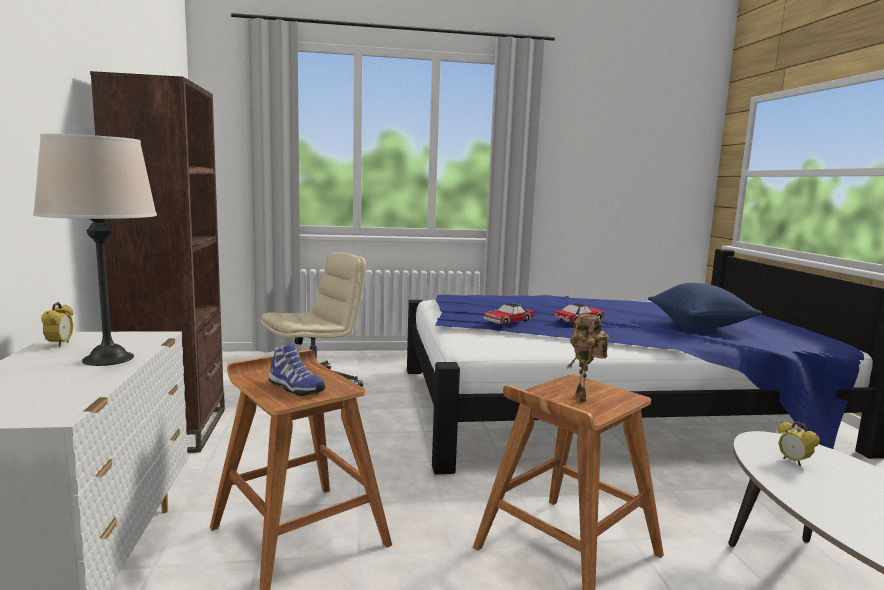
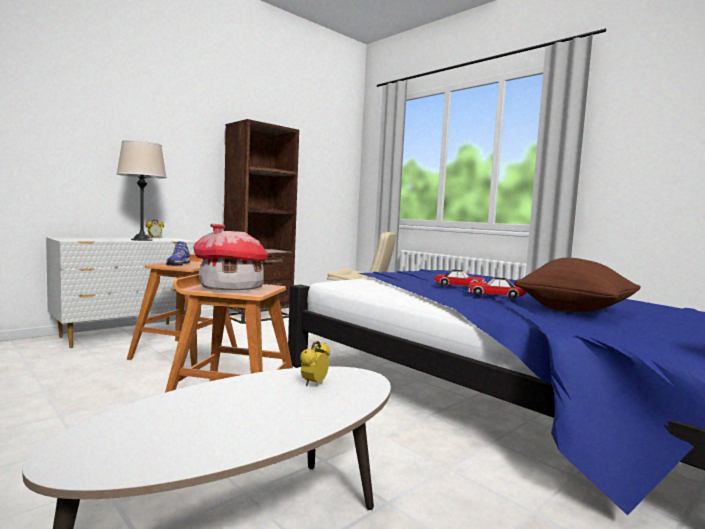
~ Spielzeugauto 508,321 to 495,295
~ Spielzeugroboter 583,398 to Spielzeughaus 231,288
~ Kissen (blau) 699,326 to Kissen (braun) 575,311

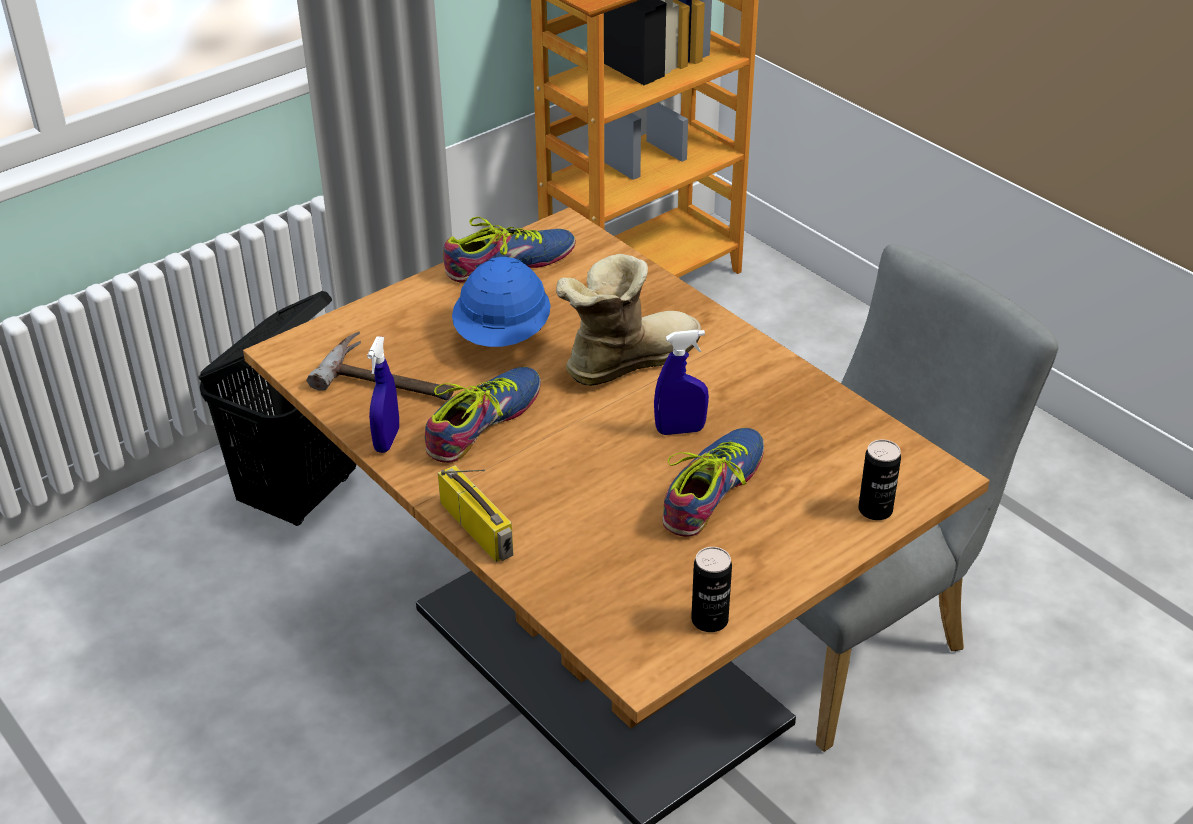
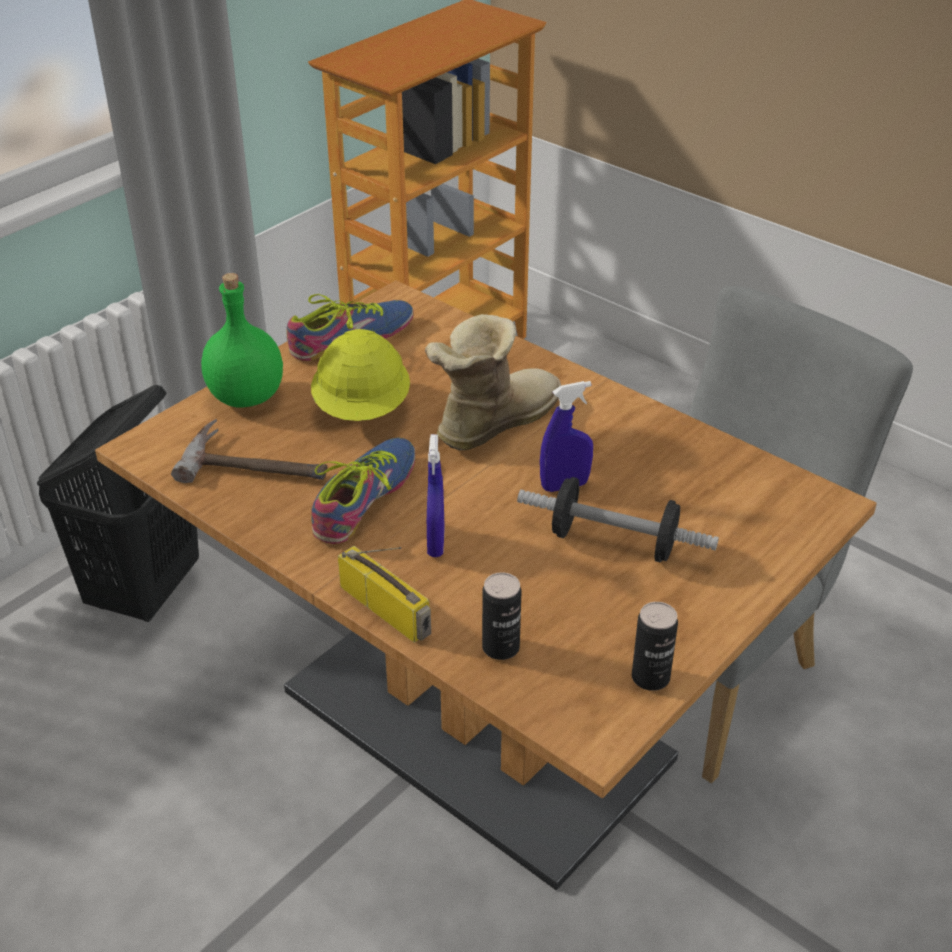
+ Flasche (grün) 246,397
~ Sprühflasche (blau) 387,440 to 436,543
~ Dose 875,510 to 500,647
~ Schuh 712,490 to Hantel 613,542
~ Schutzhelm (blau) 503,336 to Schutzhelm (gelb) 363,410

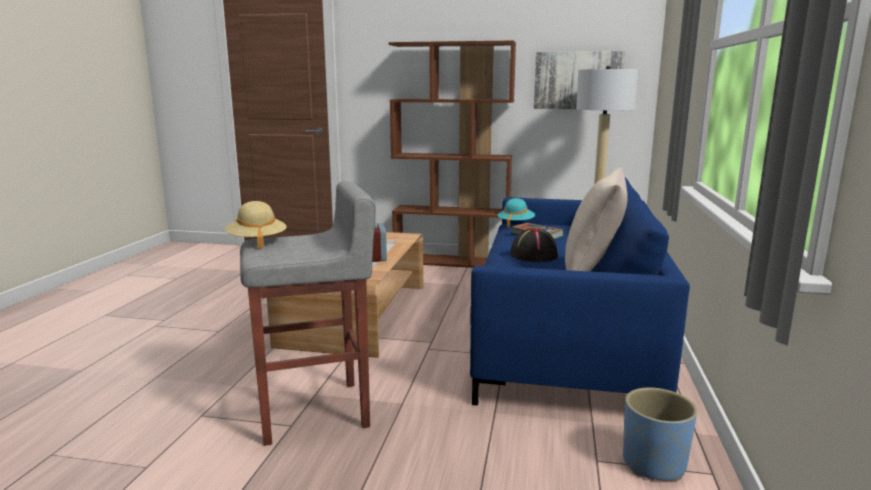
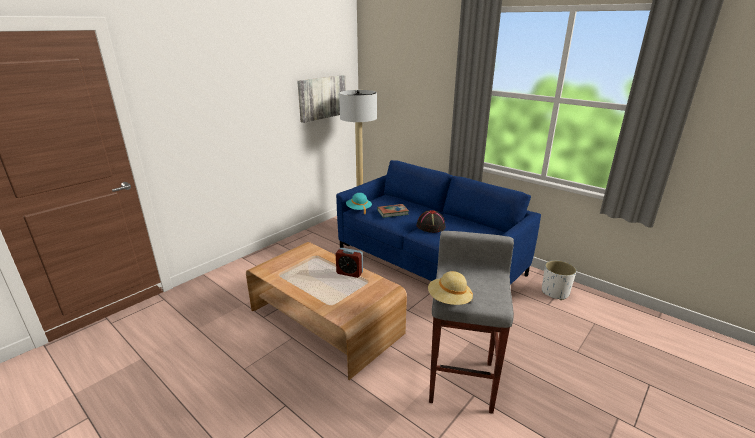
- Bücherregal (braun) 452,261
- Kissen (beige) 592,271
~ Pflanzkübel (blau) 654,464 to Pflanzkübel (weiß) 555,292

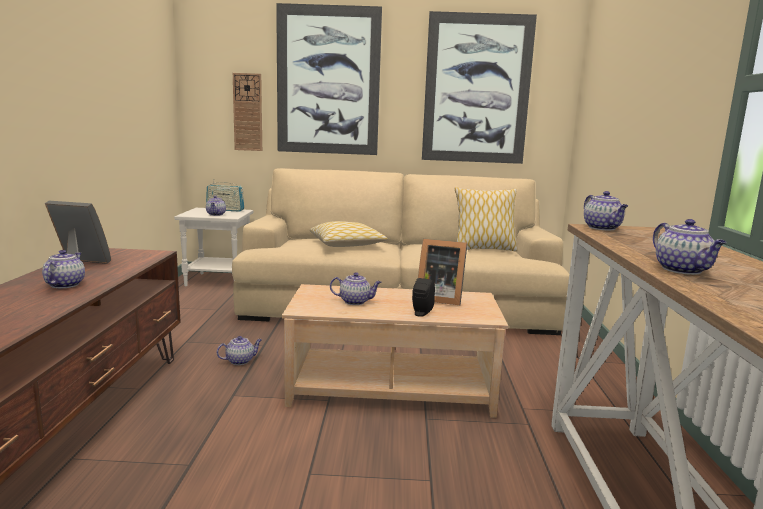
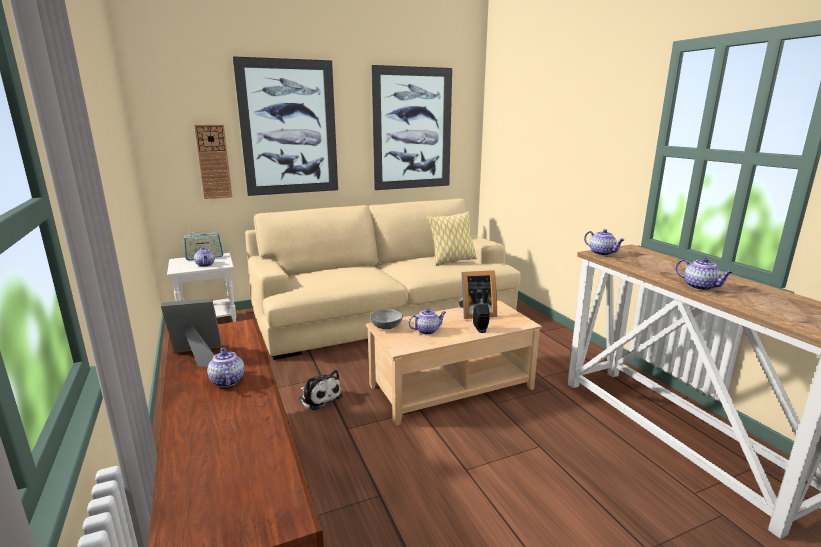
- Kissen 347,244
+ Schüssel (grau) 386,326
~ Teekanne 240,361 to Plüschtier 319,397

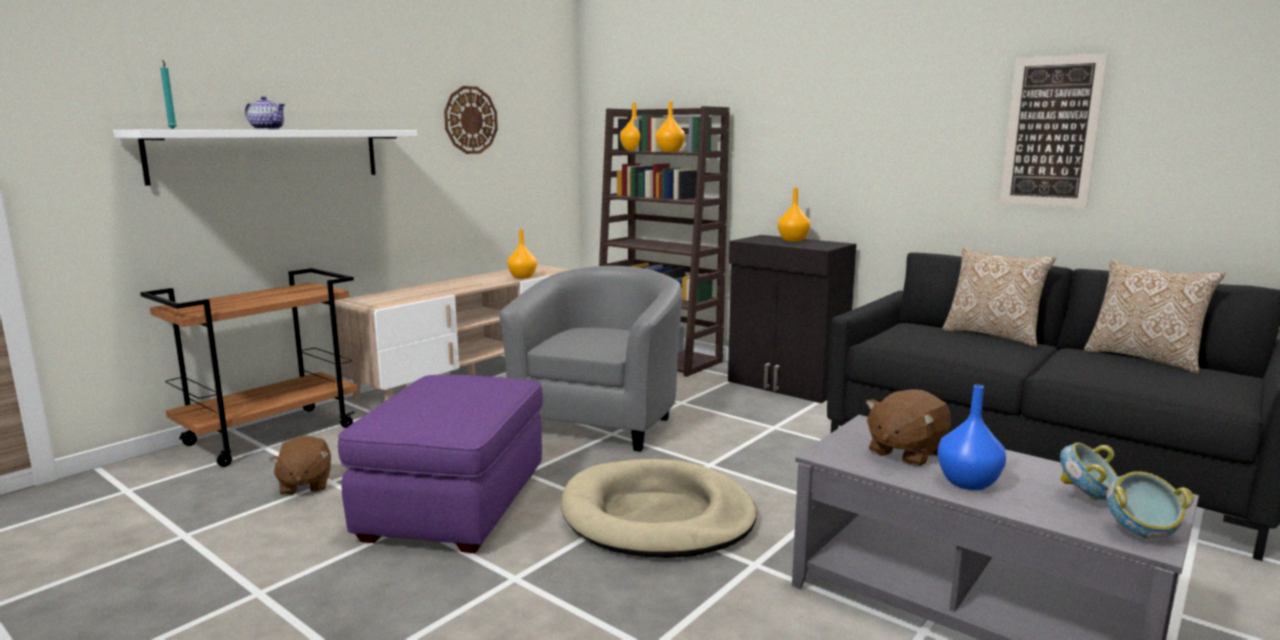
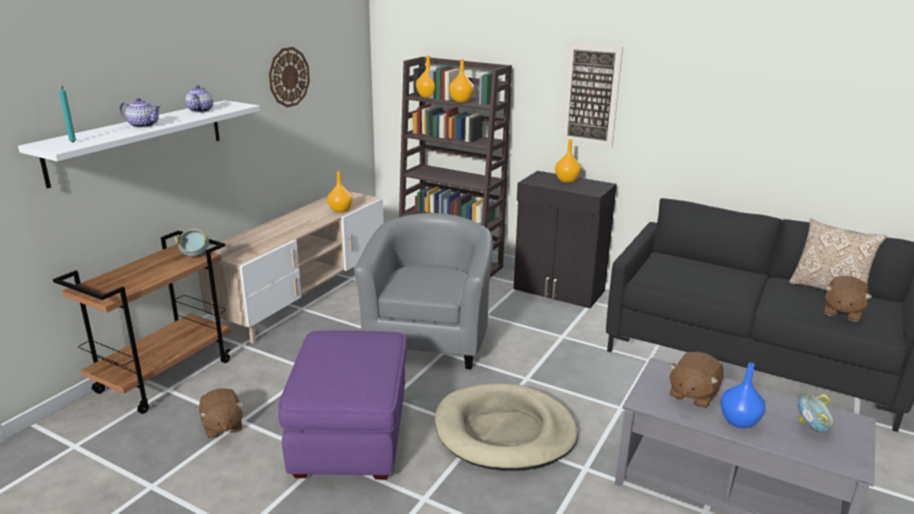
- Kissen 992,335
+ Teekanne 200,111
+ Plüschtier (braun) 841,312
~ Bild 1051,132 to 591,95
~ Schüssel 1140,533 to 194,255

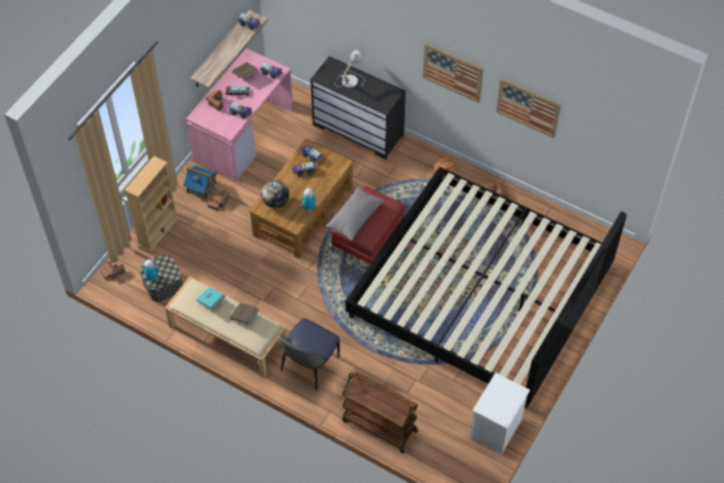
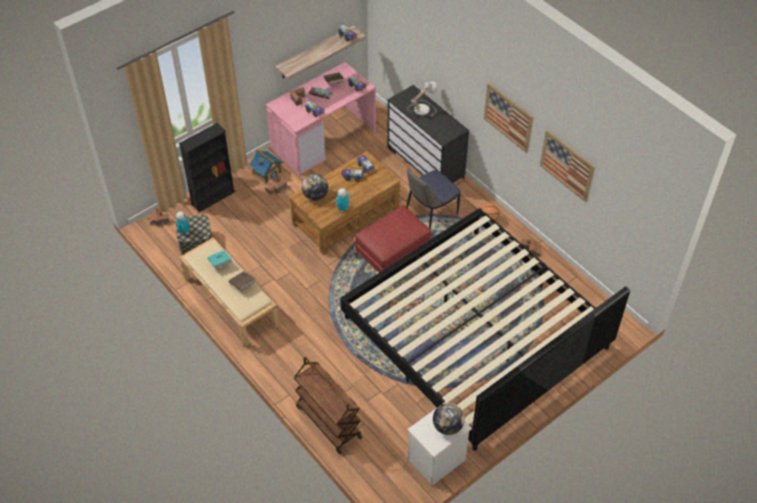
- Kissen (grau) 355,218
+ Globus 447,426
~ Stuhl 309,366 to 430,214
~ Bücherregal (beige) 158,231 to Bücherregal (schwarz) 213,197

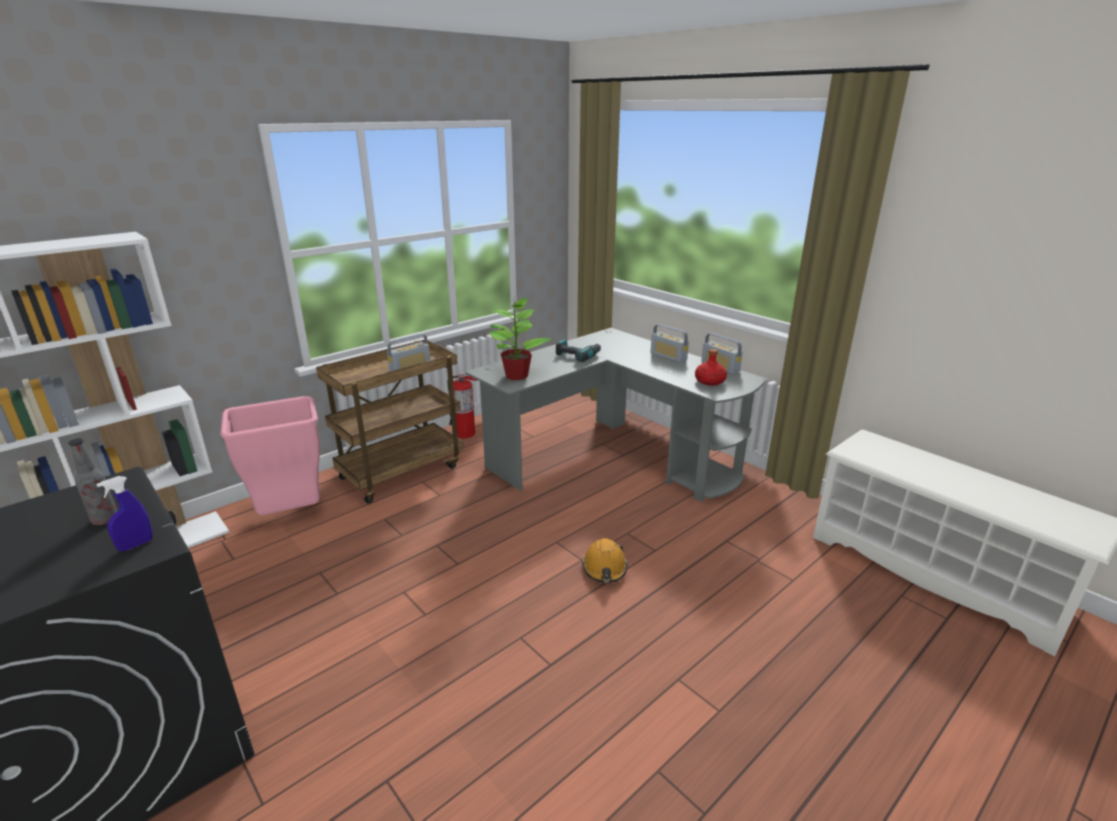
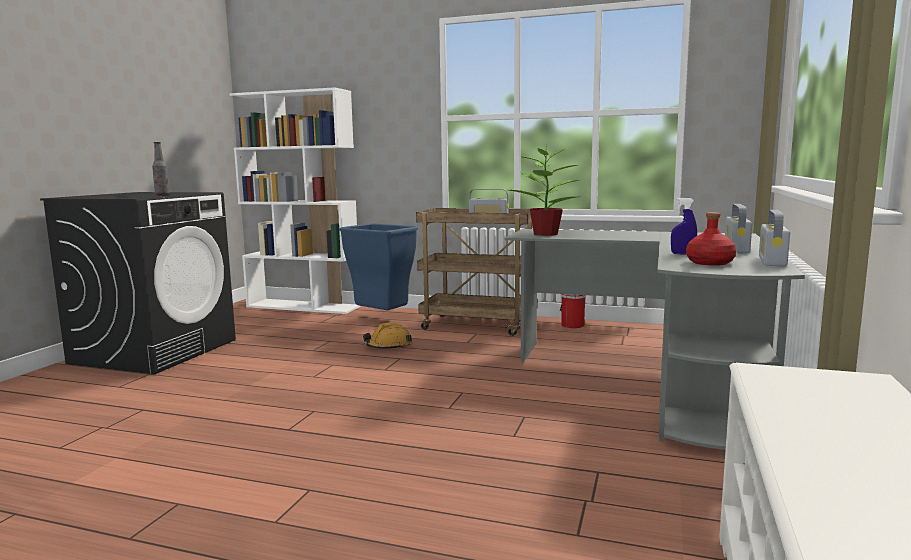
- Bohrmaschine 578,355
~ Sprühflasche (blau) 136,545 to 683,254
~ Schutzhelm (orange) 604,568 to 388,346
~ Mülleimer (rosa) 292,514 to Mülleimer (blau) 383,319

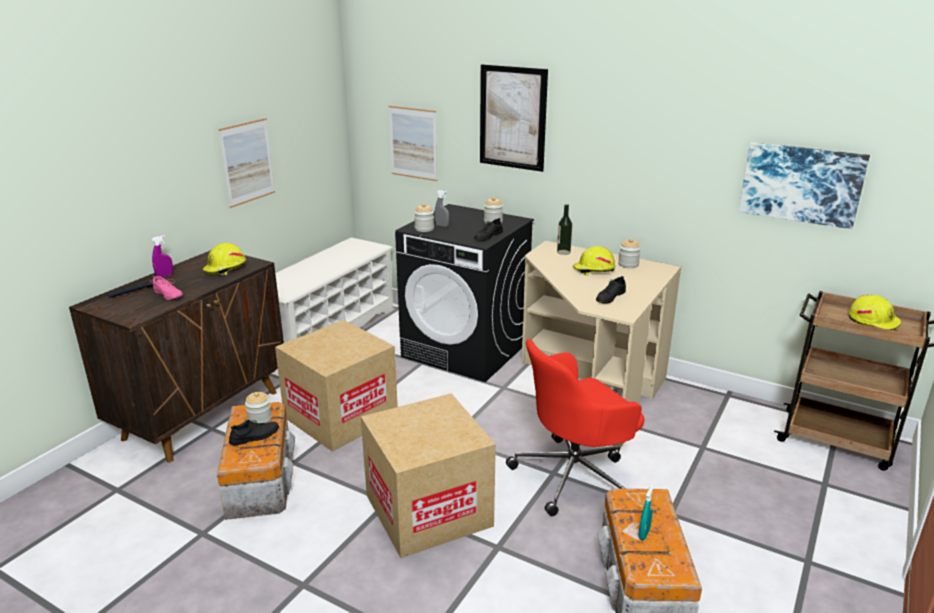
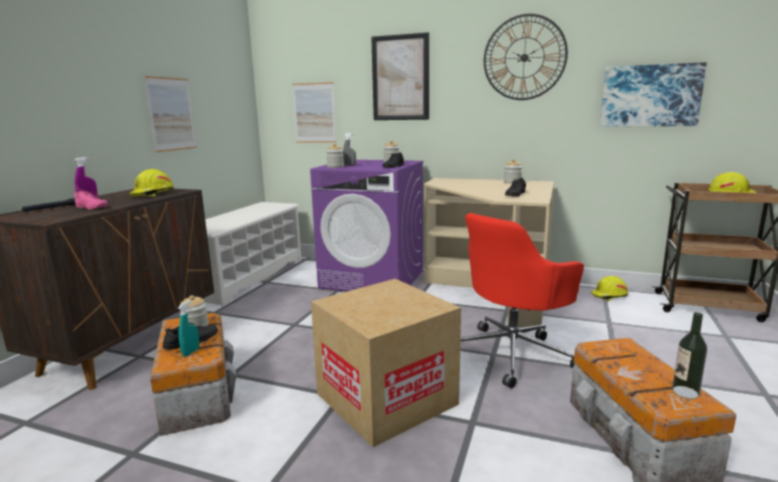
- Karton 341,417
+ Wanduhr 524,58
~ Flasche 563,252 to 685,392
~ Schutzhelm (gelb) 593,270 to 609,296
~ Sprühflasche (türkis) 644,534 to 191,352
~ Waschmaschine (schwarz) 466,350 to Waschmaschine (lila) 373,279

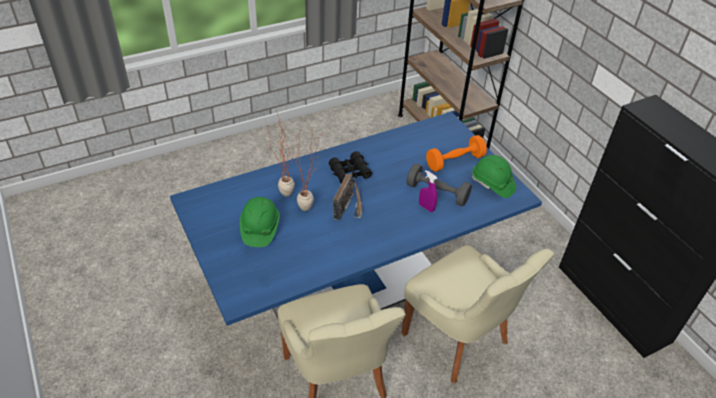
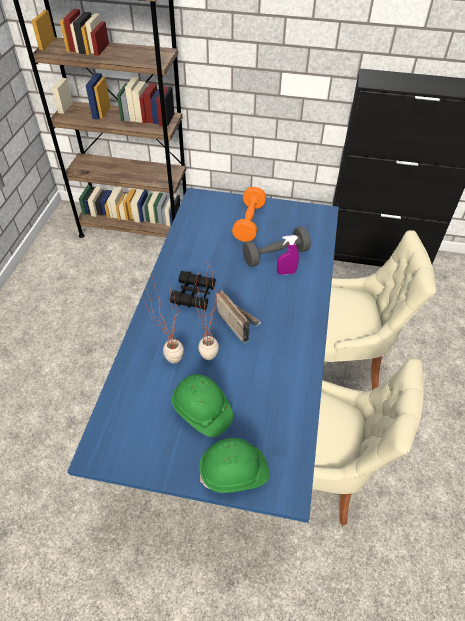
~ Schutzhelm (grün) 492,184 to 234,472

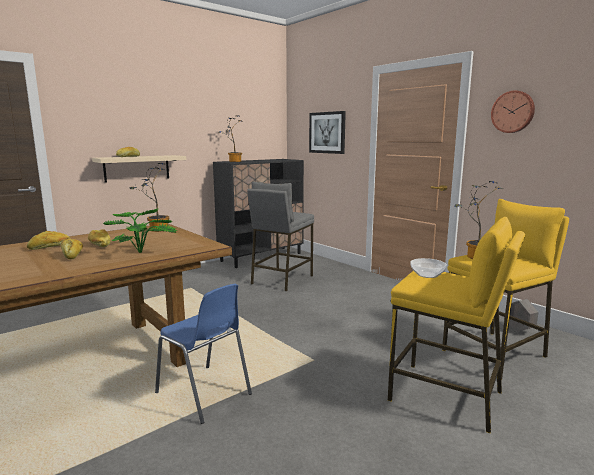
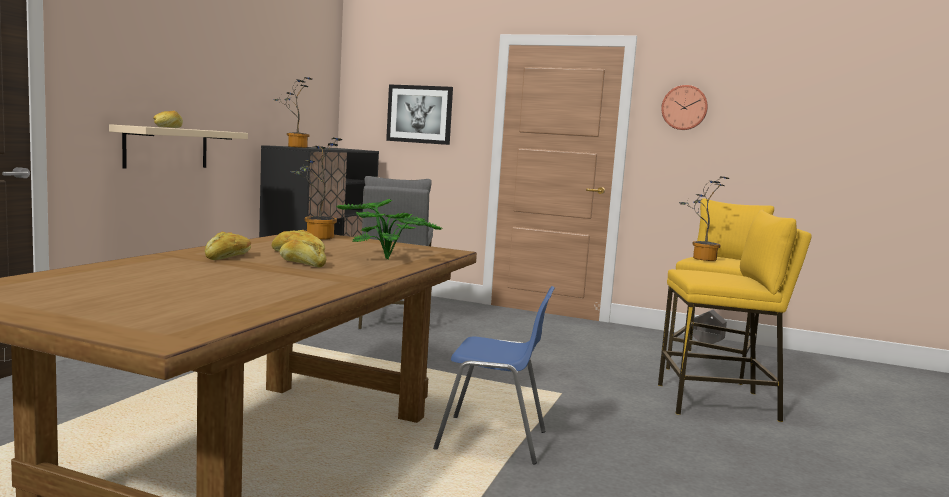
- Schüssel 426,275

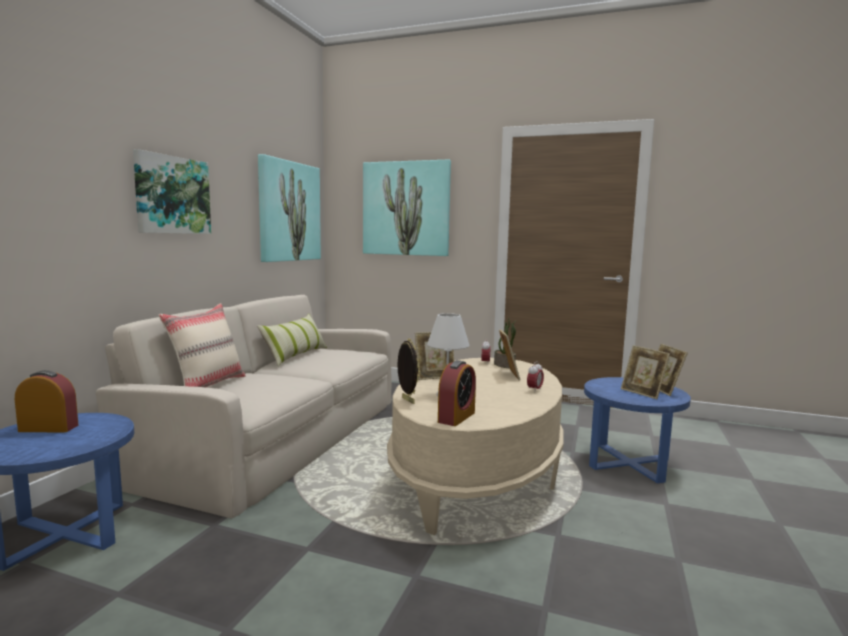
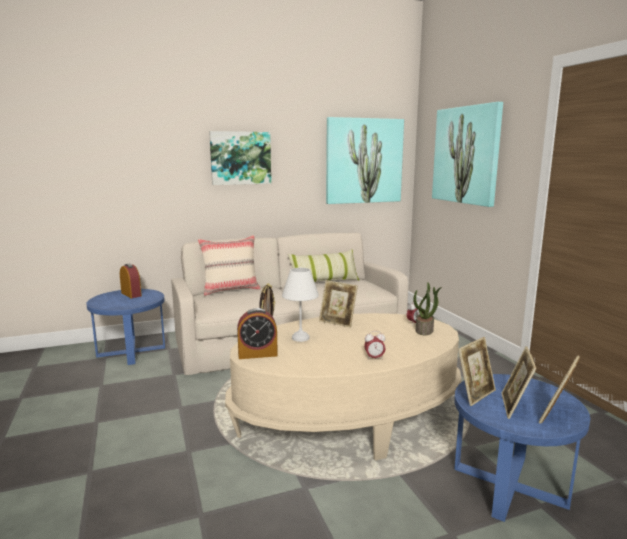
~ Bilderrahmen 508,375 to 475,394

